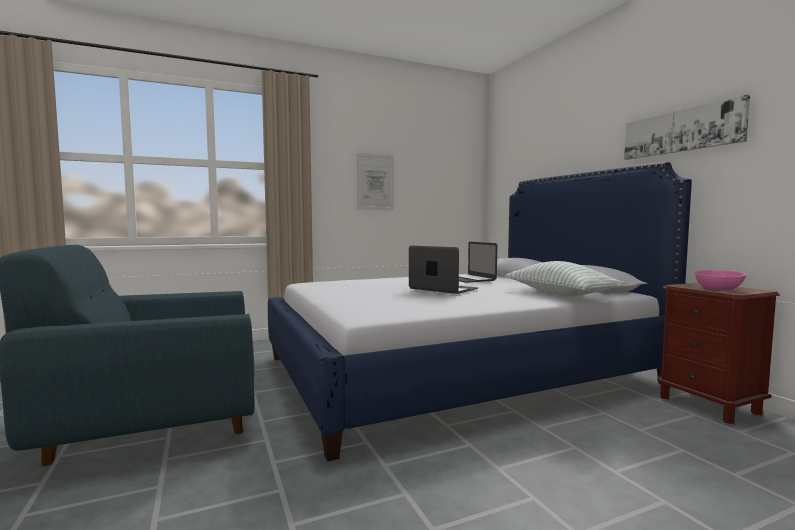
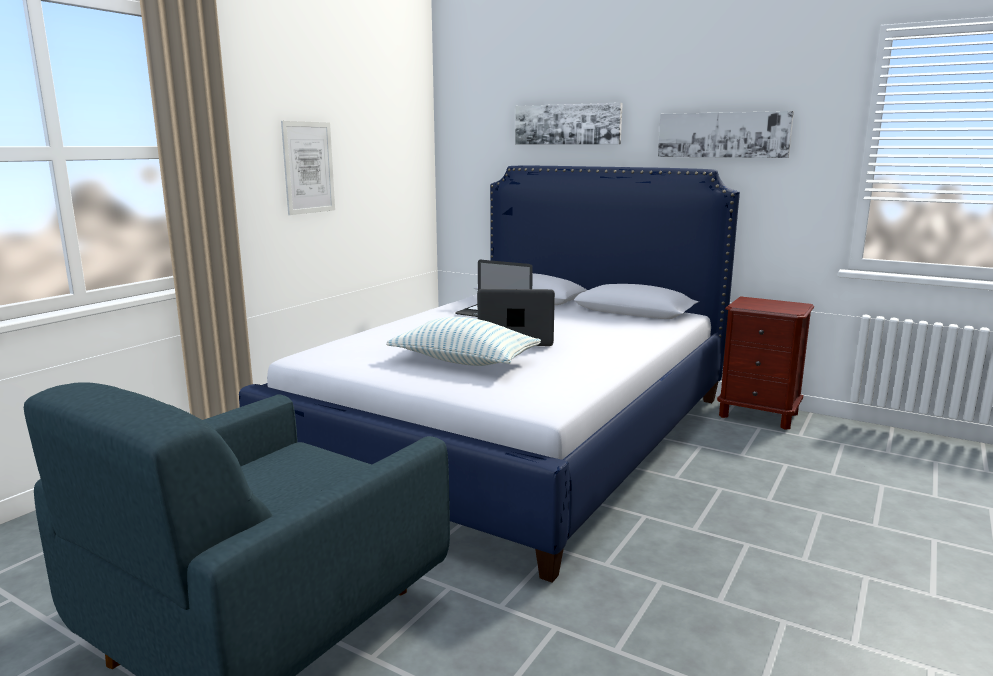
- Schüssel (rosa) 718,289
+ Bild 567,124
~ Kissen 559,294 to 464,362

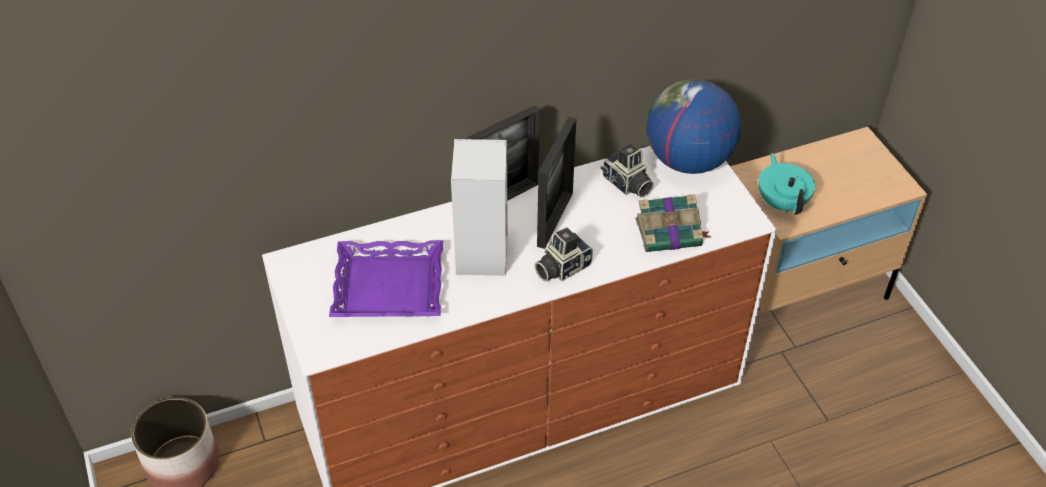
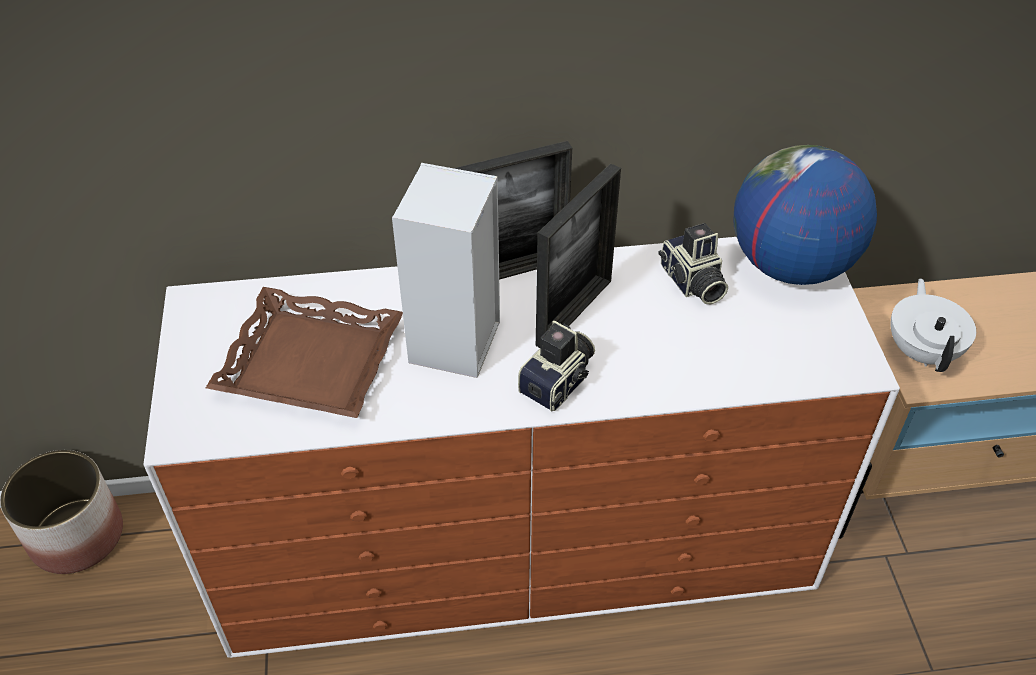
- Buch 670,233
~ Tablett (lila) 388,287 to Tablett (braun) 309,363
~ Teekanne (türkis) 782,202 to Teekanne (weiß) 922,351
~ Kamera 561,267 = 560,382 150 degrees clockwise

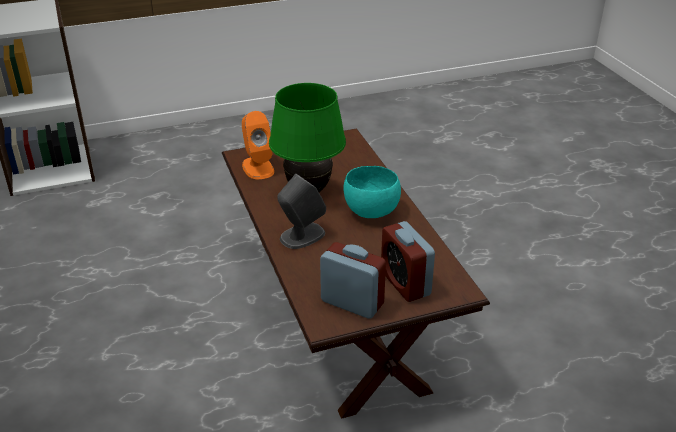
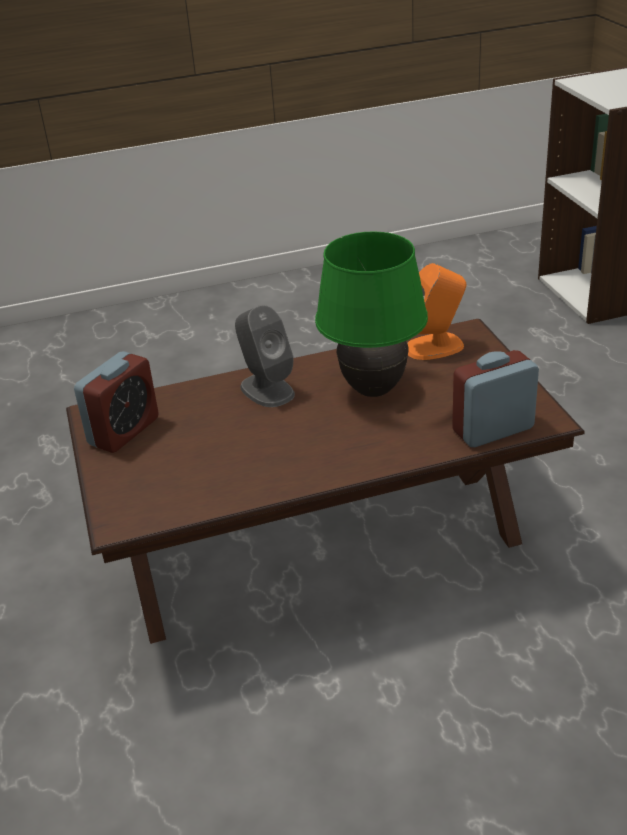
- Schüssel (türkis) 370,211
~ Wecker 405,283 to 493,430

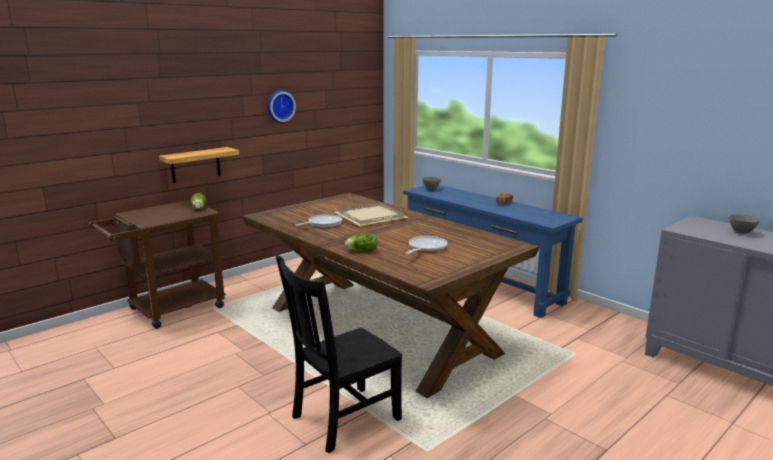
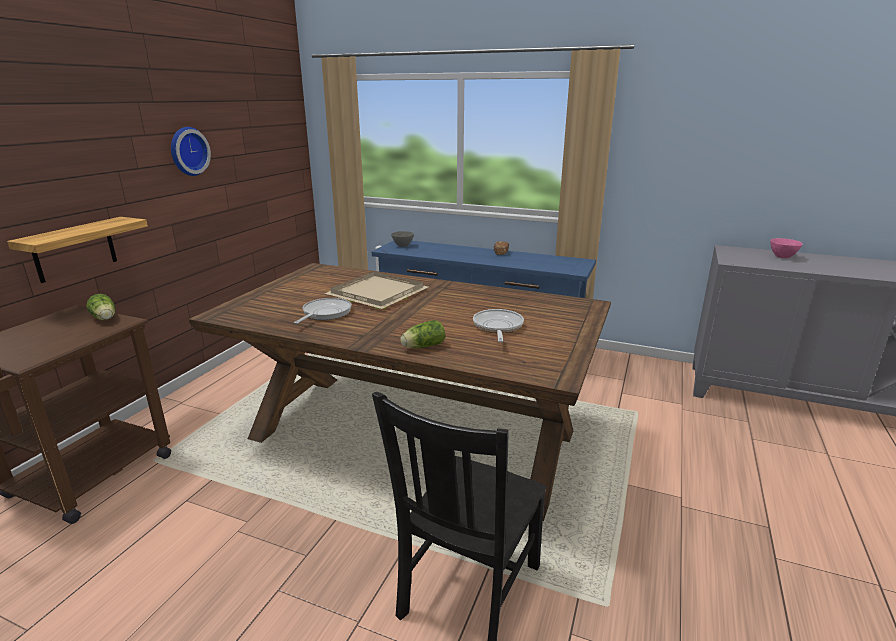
~ Schüssel (grau) 741,232 to Schüssel (rosa) 783,257

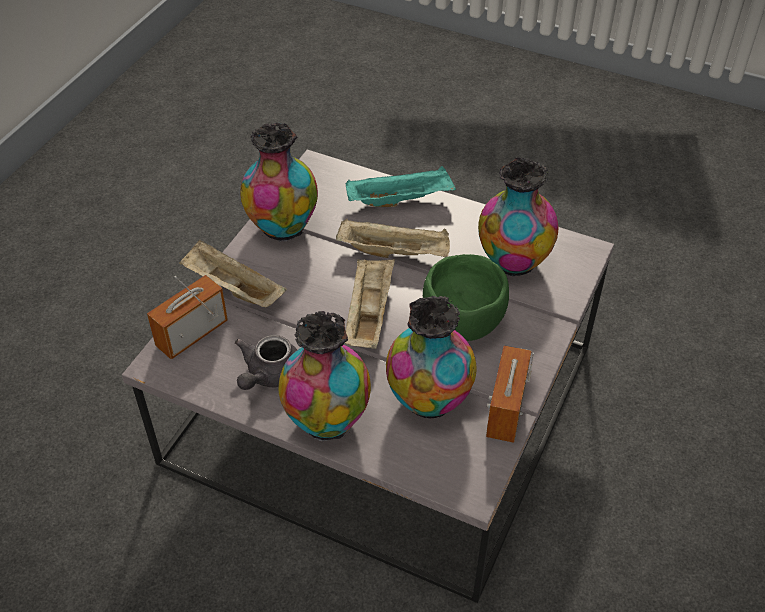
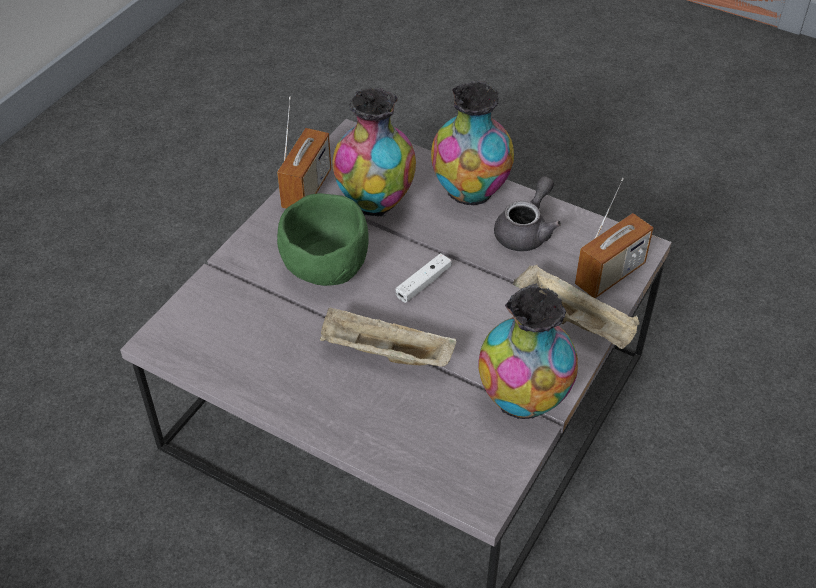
- Tablett (türkis) 401,200
- Vase 512,262
~ Tablett (beige) 368,314 to Gamepad (weiß) 423,283

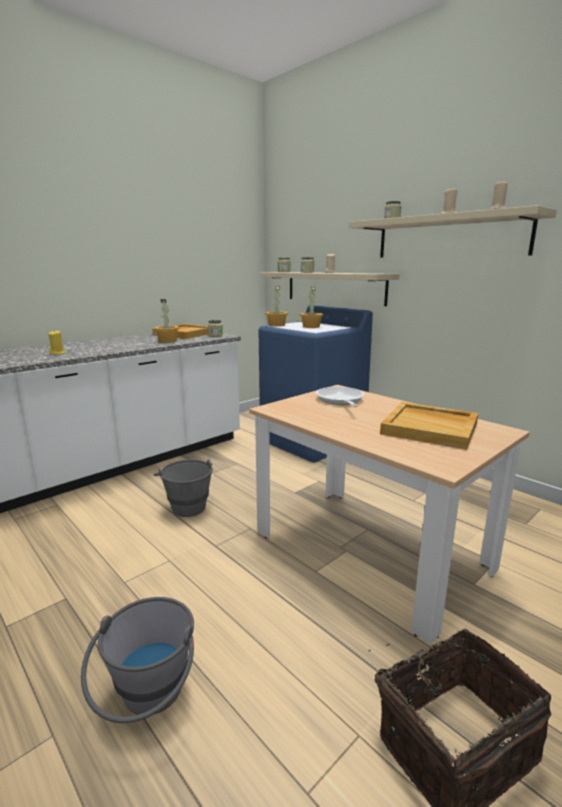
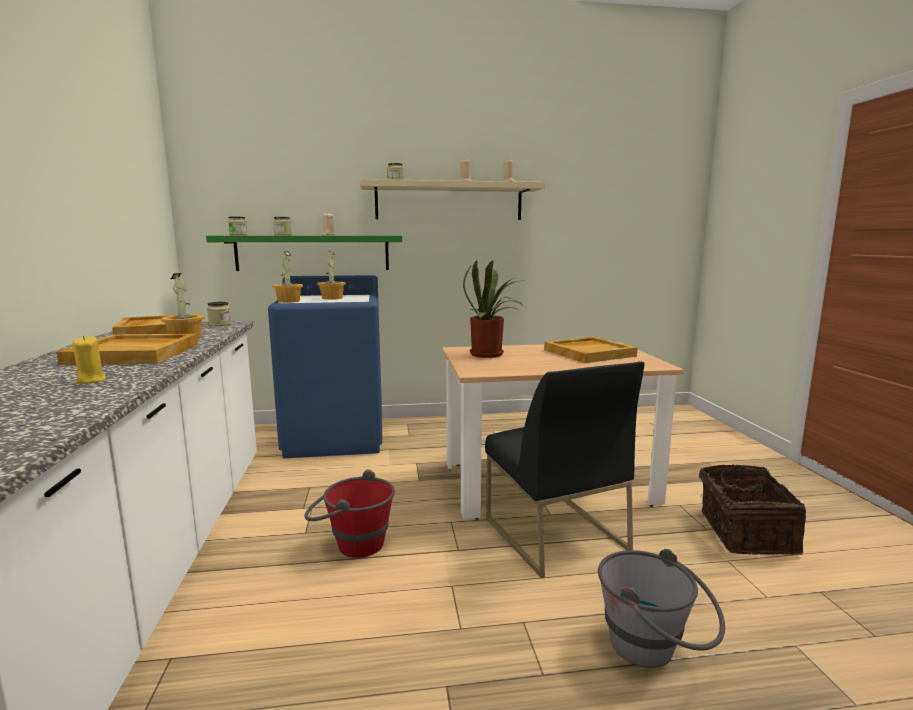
+ Tablett (beige) 135,353
+ Stuhl (schwarz) 553,534
~ Pfanne 340,400 to Topfpflanze 490,355
~ Eimer (grau) 187,504 to Eimer (rot) 351,543
~ Wandregal (beige) 334,287 to Wandregal (grün) 313,253

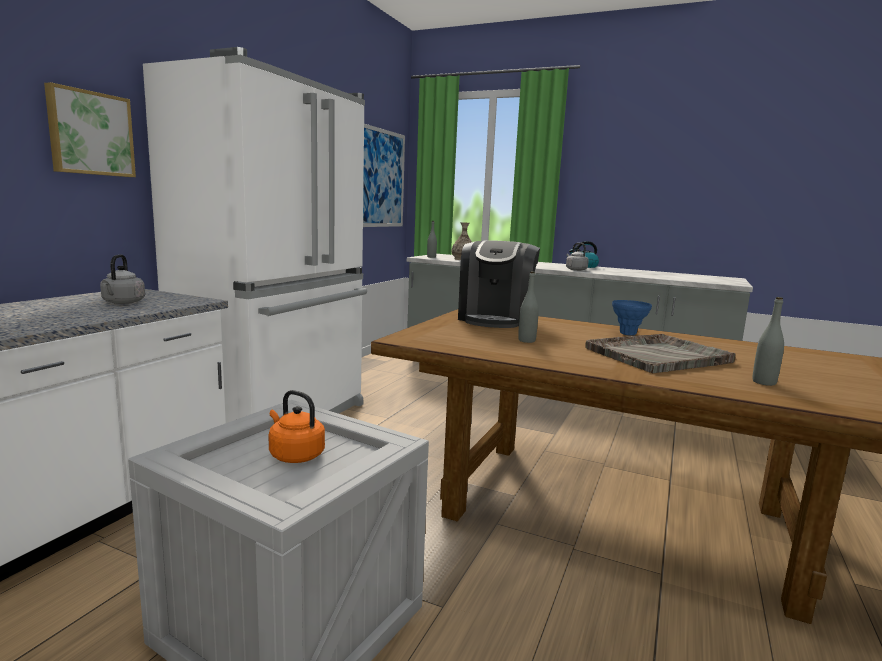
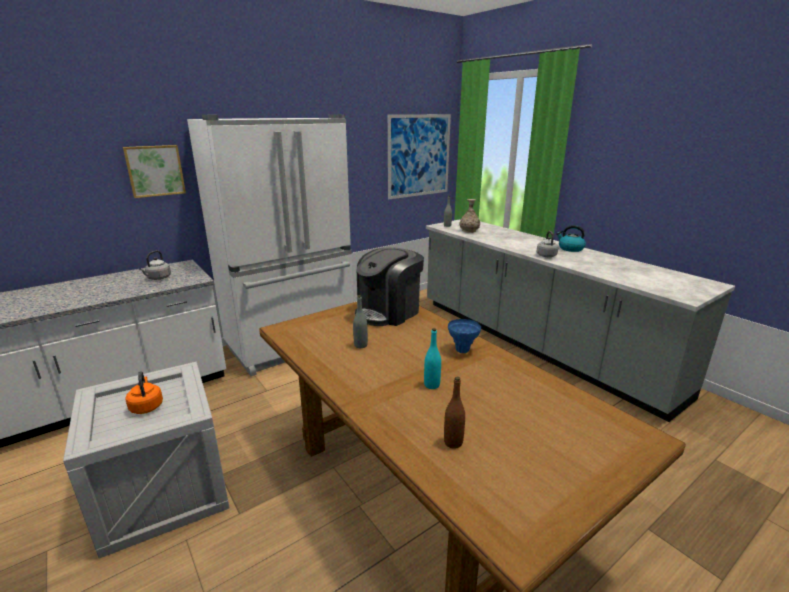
~ Tablett (grau) 658,355 to Flasche (türkis) 432,385
~ Flasche (grau) 764,382 to Flasche (braun) 453,442

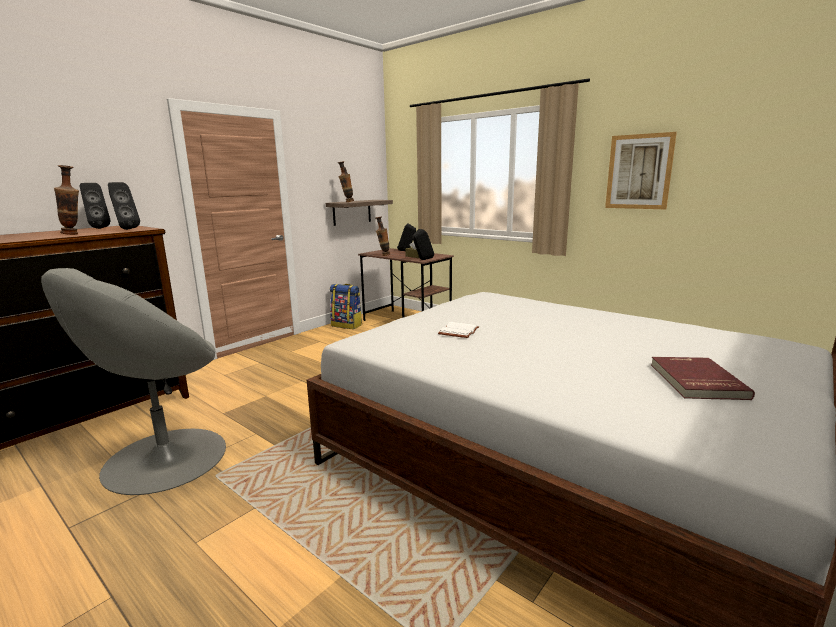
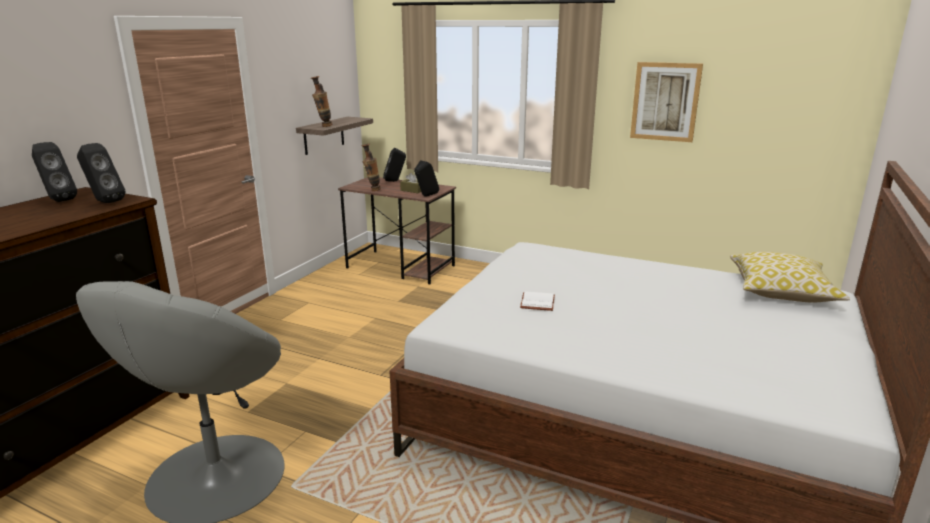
- Vase 74,234
- Rucksack 347,325
- Buch (rot) 695,381
+ Kissen 781,291

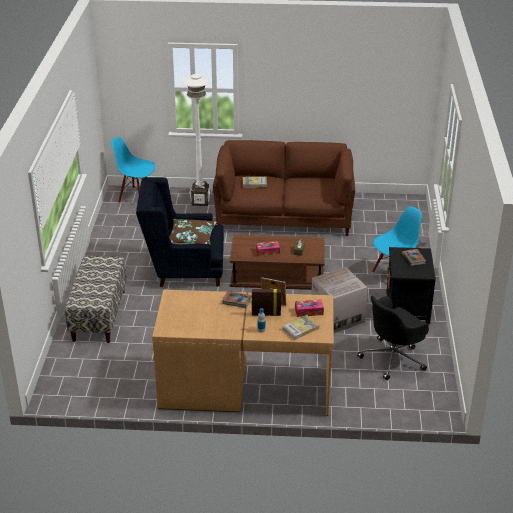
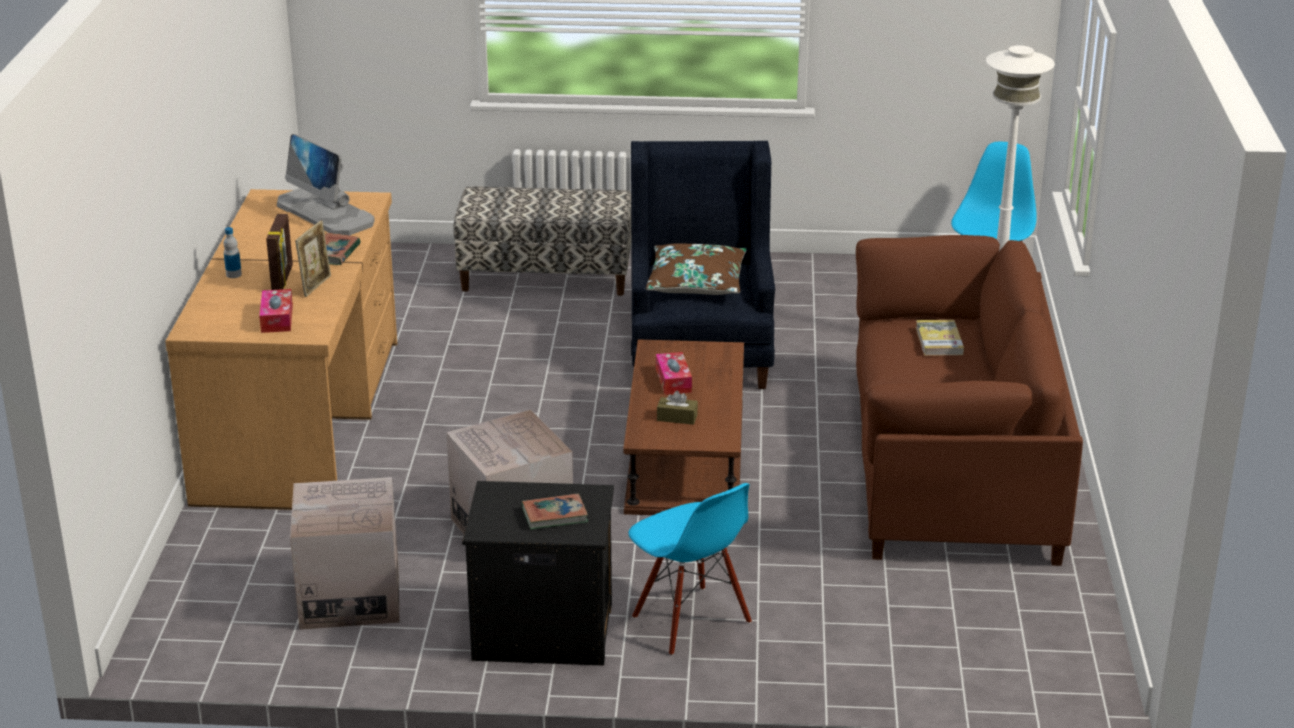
- Buch 300,329
+ Monitor 326,213
~ Bürostuhl (schwarz) 393,358 to Karton 350,597

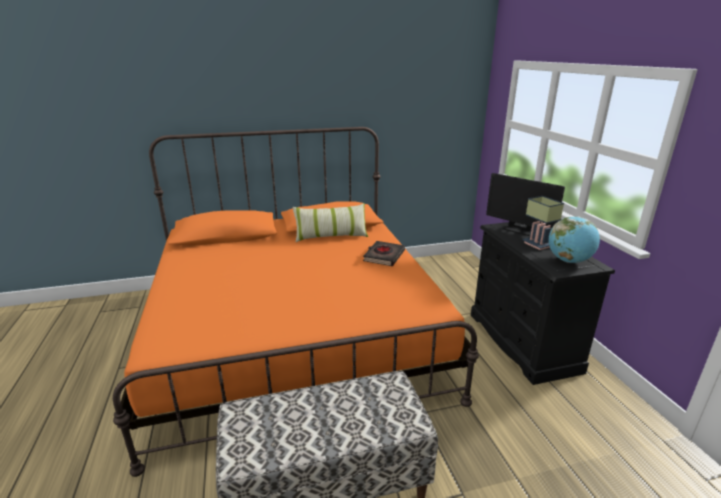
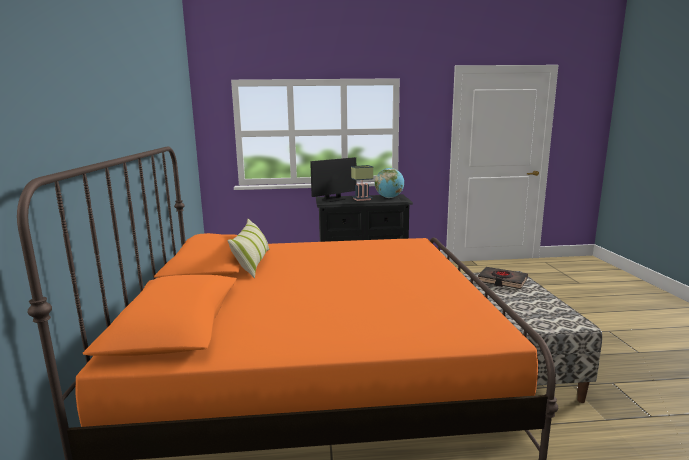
~ Buch (schwarz) 384,256 to 502,281

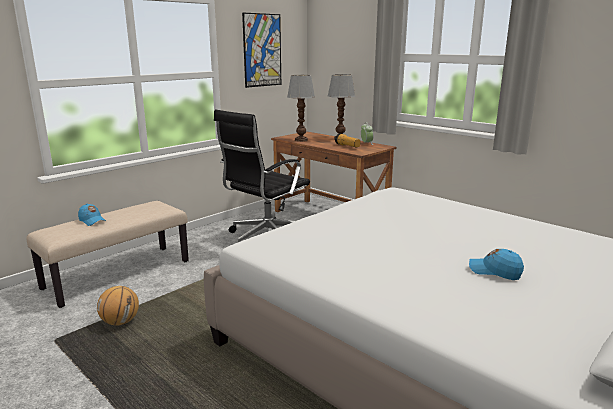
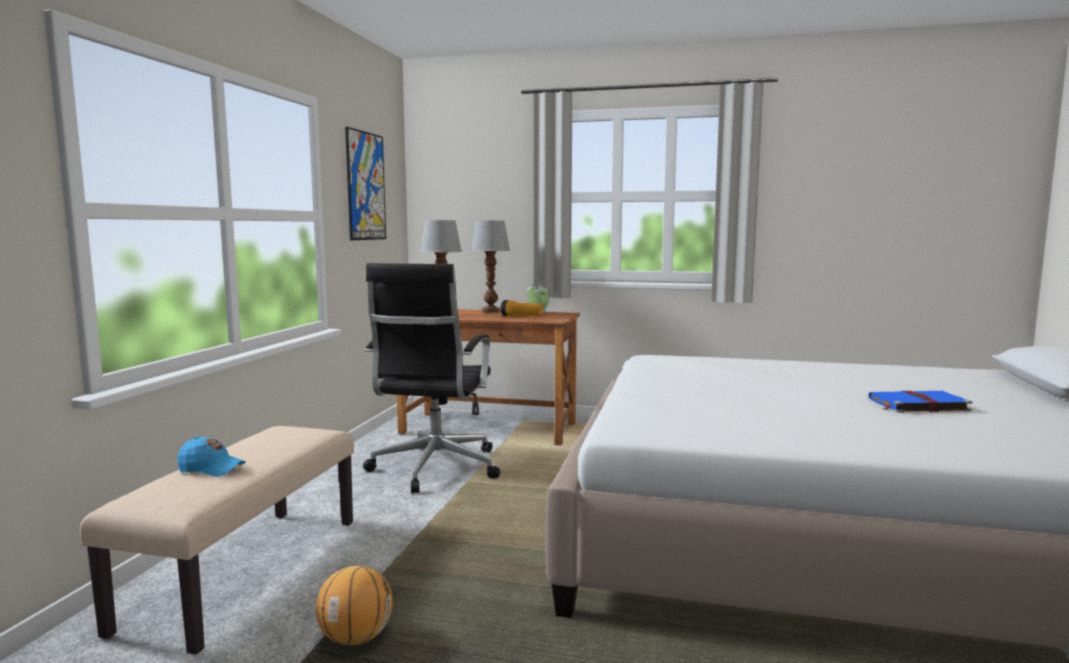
~ Kappe (blau) 494,271 to Buch (blau) 917,405

